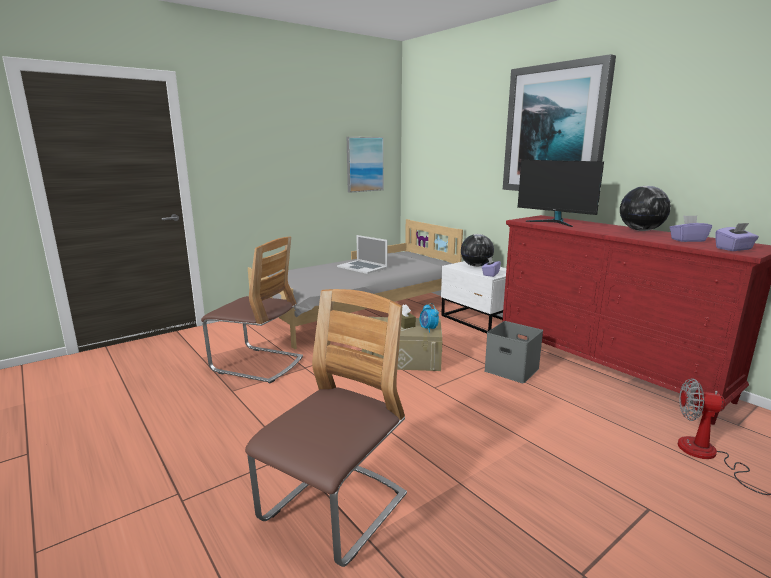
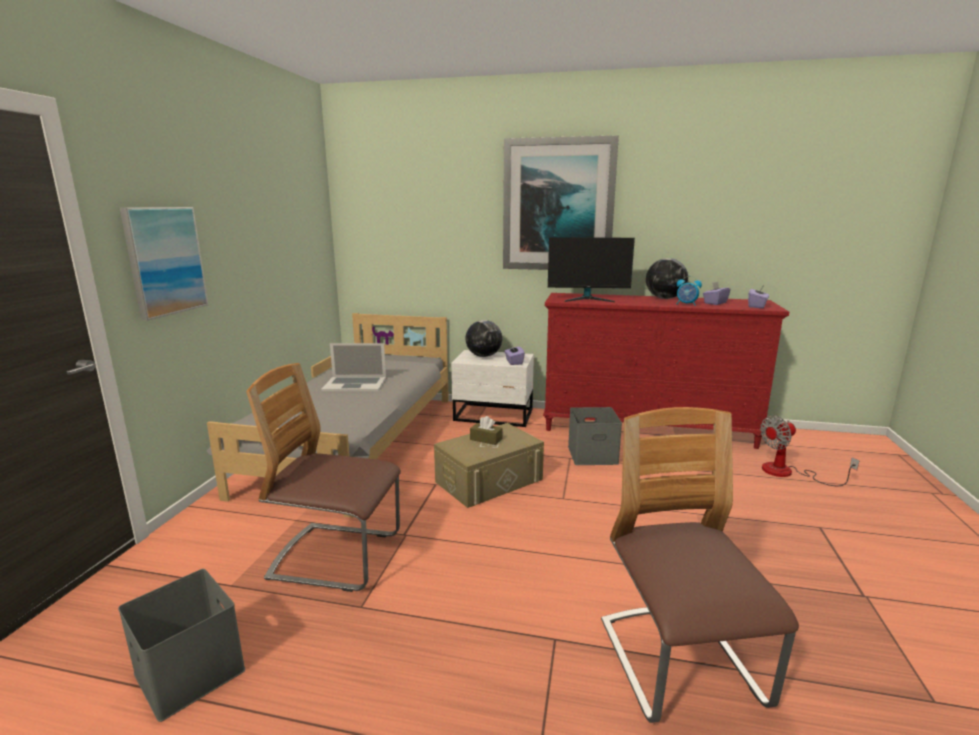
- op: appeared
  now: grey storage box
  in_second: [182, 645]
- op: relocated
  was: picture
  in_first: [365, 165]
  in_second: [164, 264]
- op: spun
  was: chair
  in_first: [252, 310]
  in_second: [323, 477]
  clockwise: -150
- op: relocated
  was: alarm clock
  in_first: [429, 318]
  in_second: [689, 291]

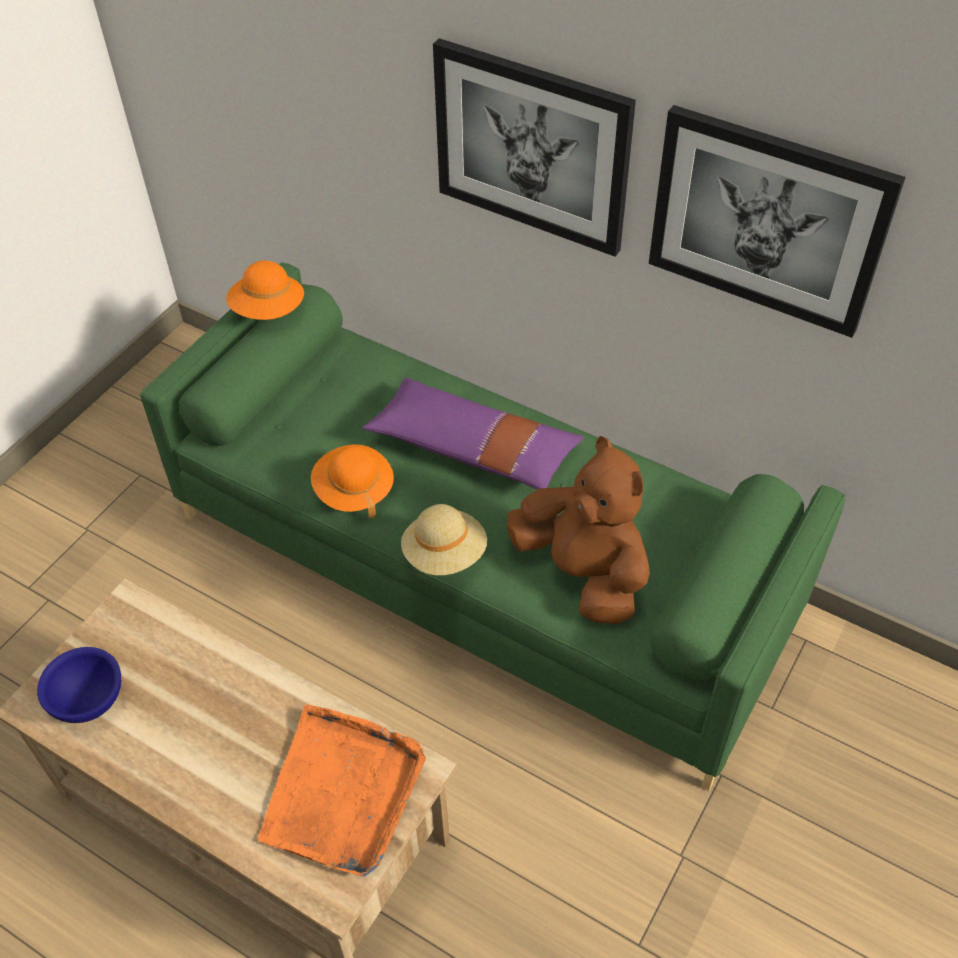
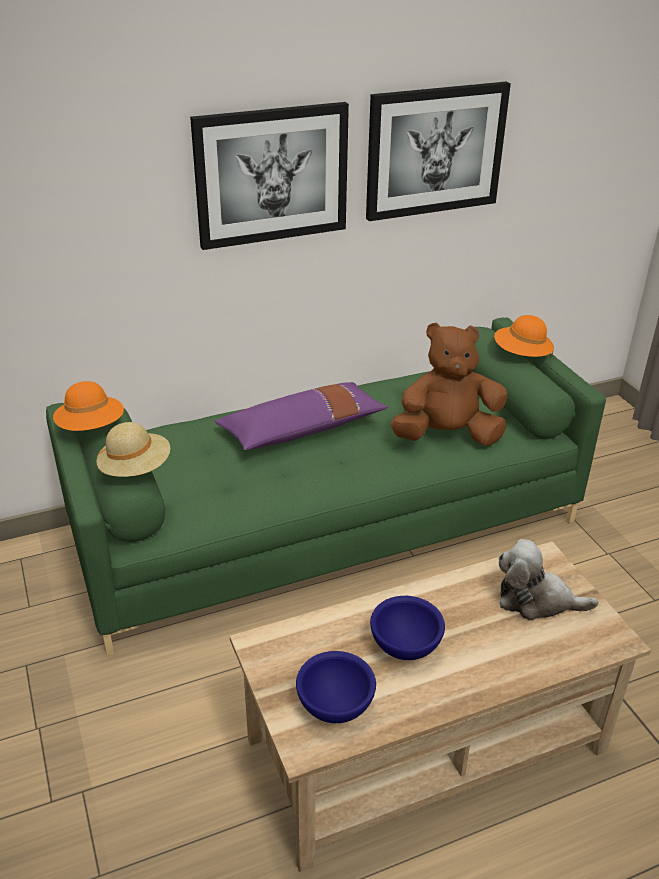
- op: relocated
  was: beige hat
  in_first: [444, 539]
  in_second: [133, 449]
- op: appeared
  now: blue bowl
  in_second: [407, 628]
- op: relocated
  was: orange hat
  in_first: [352, 481]
  in_second: [524, 336]
- op: exchanged
  was: orange tray
  now: plush toy
  in_first: [341, 790]
  in_second: [548, 579]

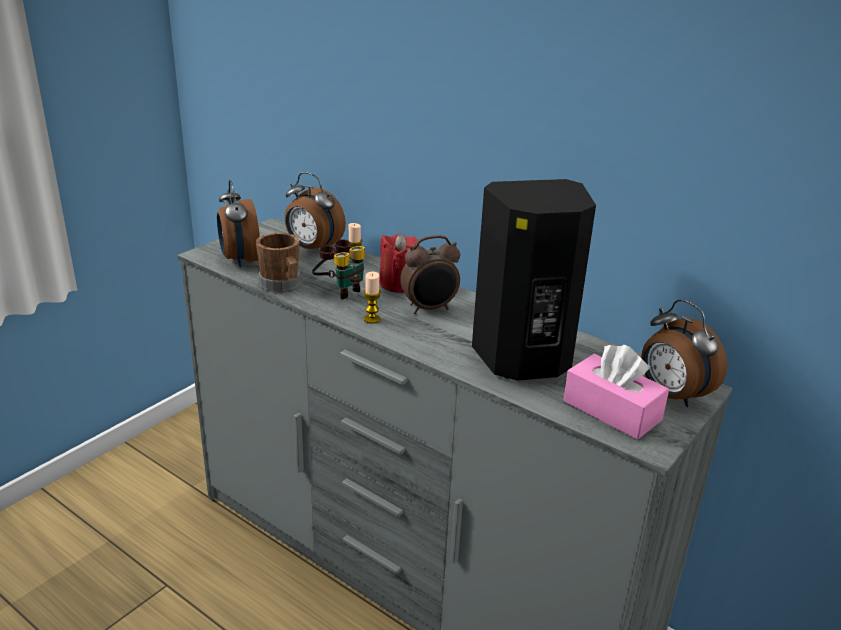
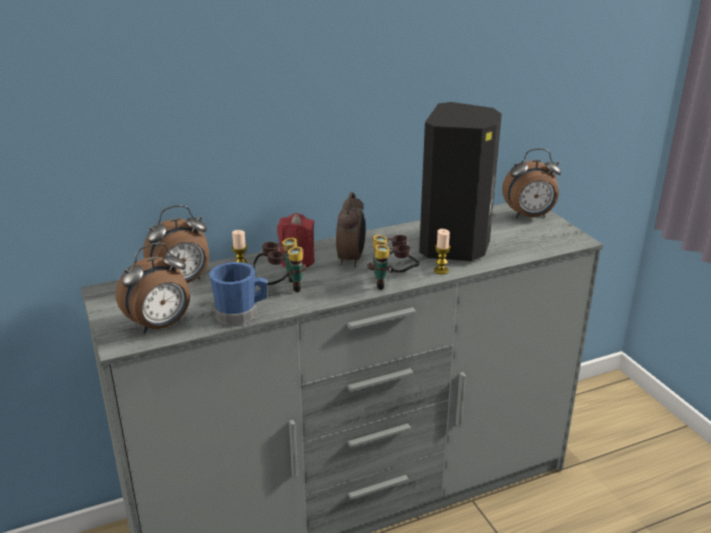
- op: spun
  was: alarm clock
  in_first: [238, 223]
  in_second: [153, 287]
  clockwise: -45
- op: colour
  was: brown mug
  now: blue mug
  in_first: [278, 262]
  in_second: [238, 293]
- op: appeared
  now: binoculars
  in_second: [394, 262]
- op: relocated
  was: candle
  in_first: [372, 298]
  in_second: [442, 252]
- op: missing
  was: pink tissue box
  in_first: [616, 392]

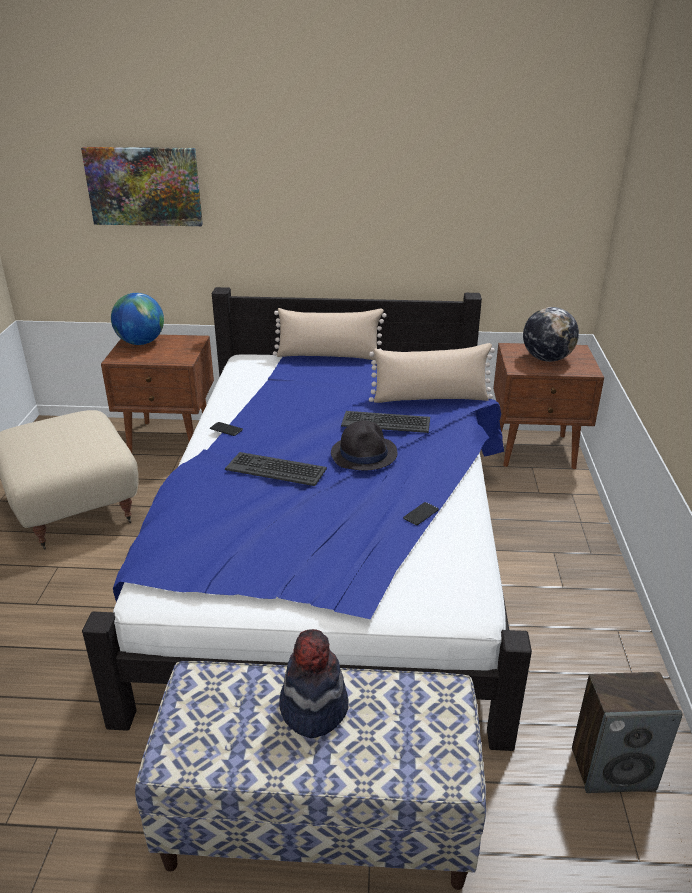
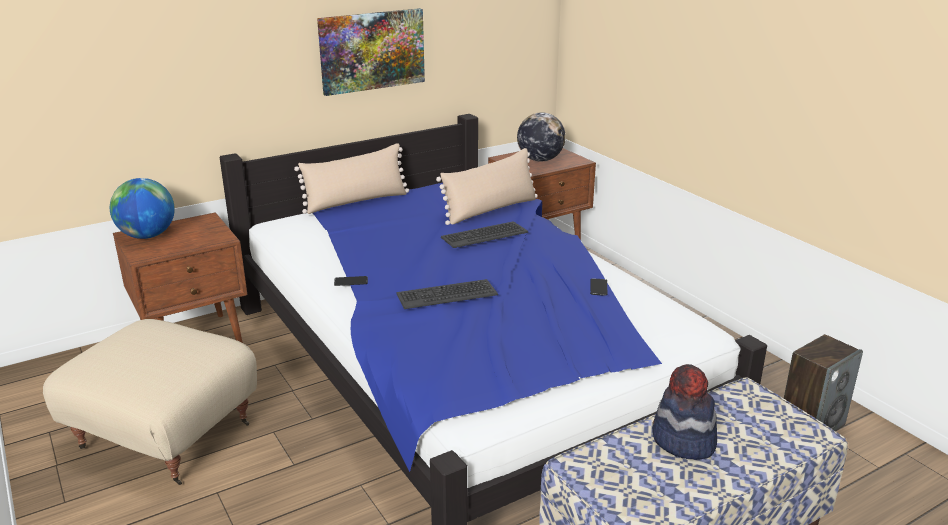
- op: relocated
  was: picture
  in_first: [142, 186]
  in_second: [371, 52]
- op: missing
  was: black hat
  in_first: [364, 445]

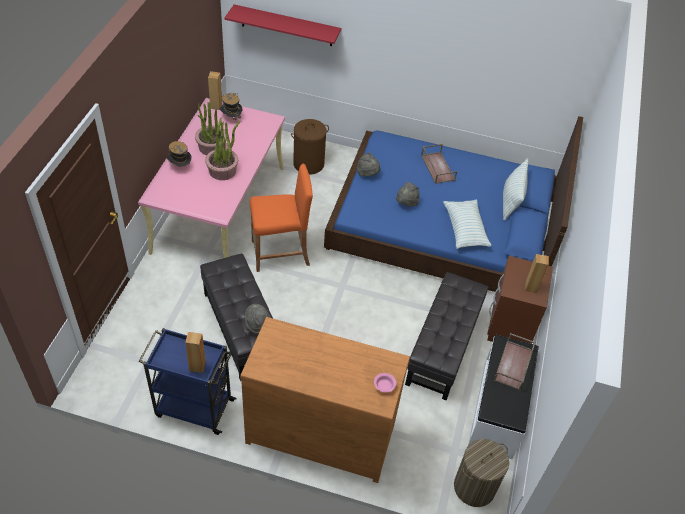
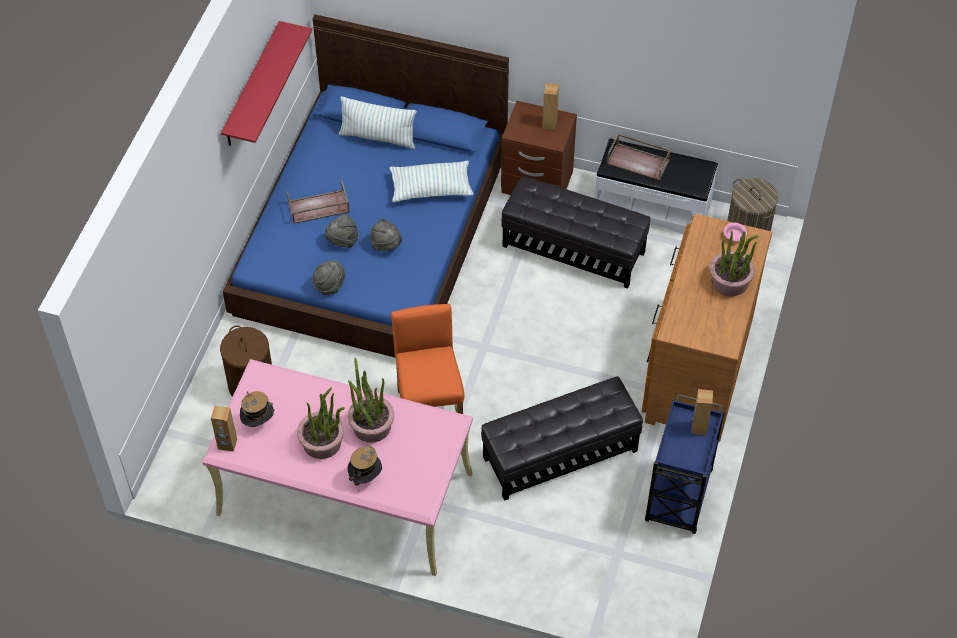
- op: relocated
  was: red shelf
  in_first: [282, 25]
  in_second: [266, 83]
- op: relocated
  was: grey hat
  in_first: [258, 319]
  in_second: [342, 231]
- op: appeared
  now: potted plant
  in_second: [733, 263]

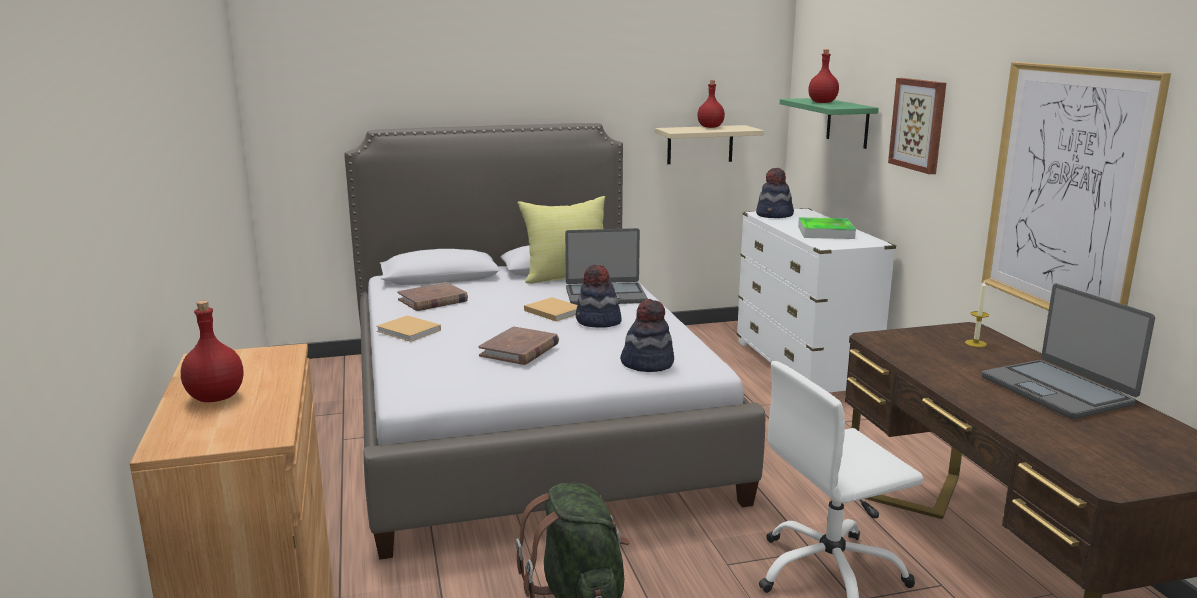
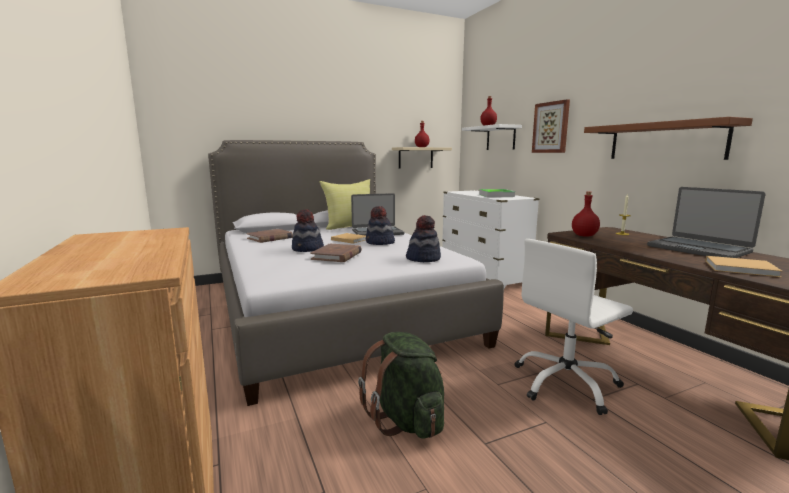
- op: relocated
  was: hat
  in_first: [775, 193]
  in_second: [308, 231]
- op: colour
  was: green shelf
  now: white shelf
  in_first: [829, 123]
  in_second: [492, 137]
- op: relocated
  was: red bottle
  in_first: [212, 351]
  in_second: [586, 214]
- op: exchanged
  was: picture
  now: brown shelf
  in_first: [1076, 186]
  in_second: [668, 138]
- op: relocated
  was: beige book
  in_first: [408, 328]
  in_second: [744, 266]

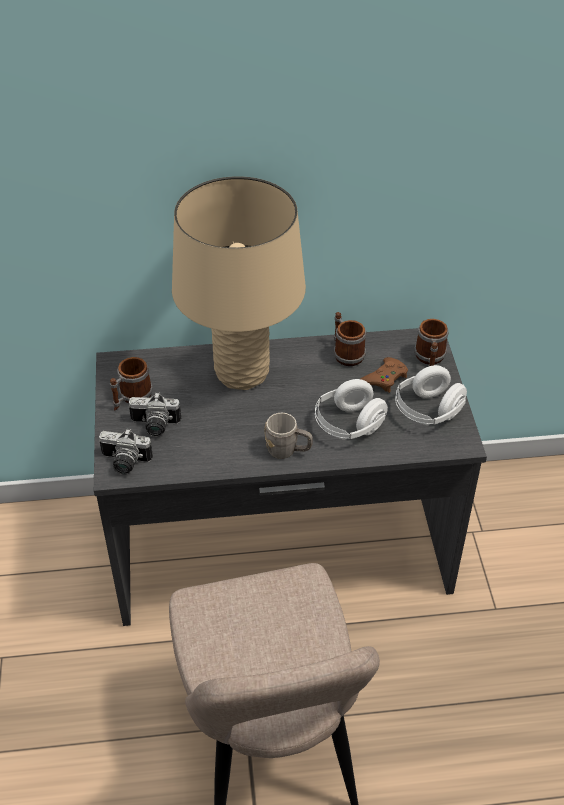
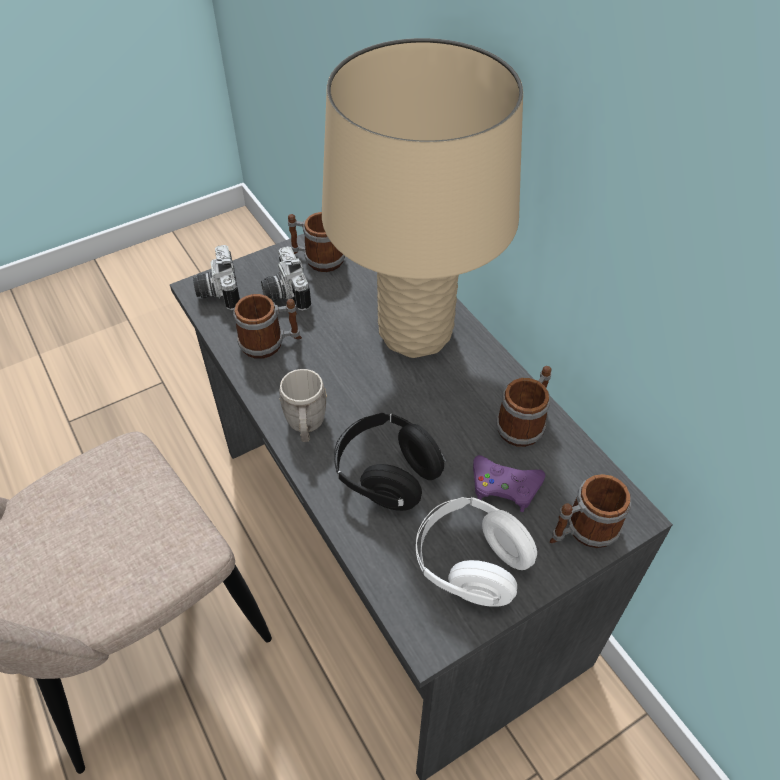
- op: appeared
  now: mug
  in_second: [267, 326]
- op: colour
  was: white headphones
  now: black headphones
  in_first: [351, 409]
  in_second: [390, 462]
- op: colour
  was: brown game controller
  now: purple game controller
  in_first: [384, 375]
  in_second: [509, 483]

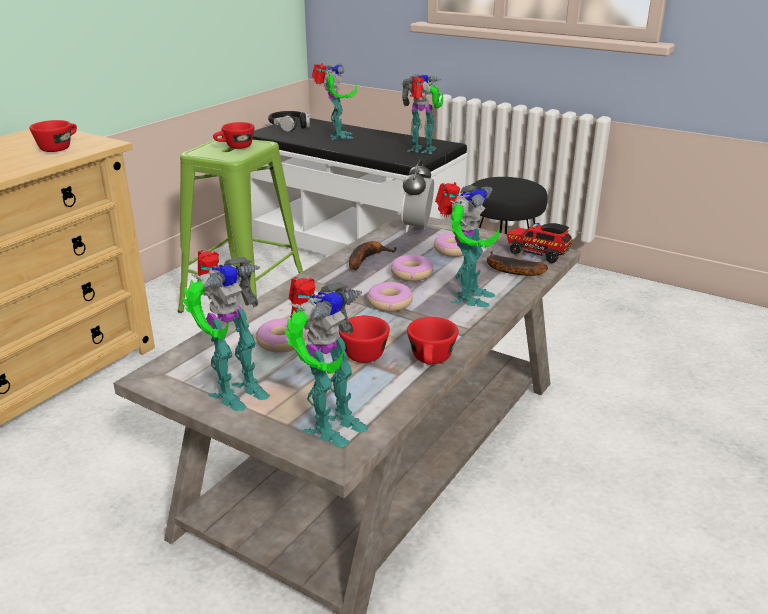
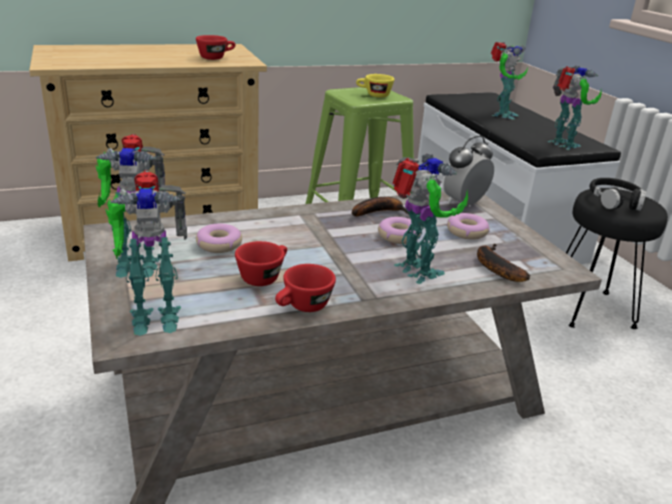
- op: colour
  was: red cup
  now: yellow cup
  in_first: [233, 135]
  in_second: [375, 85]
- op: spun
  was: toy robot
  in_first: [467, 245]
  in_second: [430, 219]
  clockwise: -90
- op: relocated
  was: black headphones
  in_first: [289, 121]
  in_second: [617, 194]
- op: missing
  was: donut
  in_first: [389, 297]
- op: missing
  was: toy truck
  in_first: [539, 243]

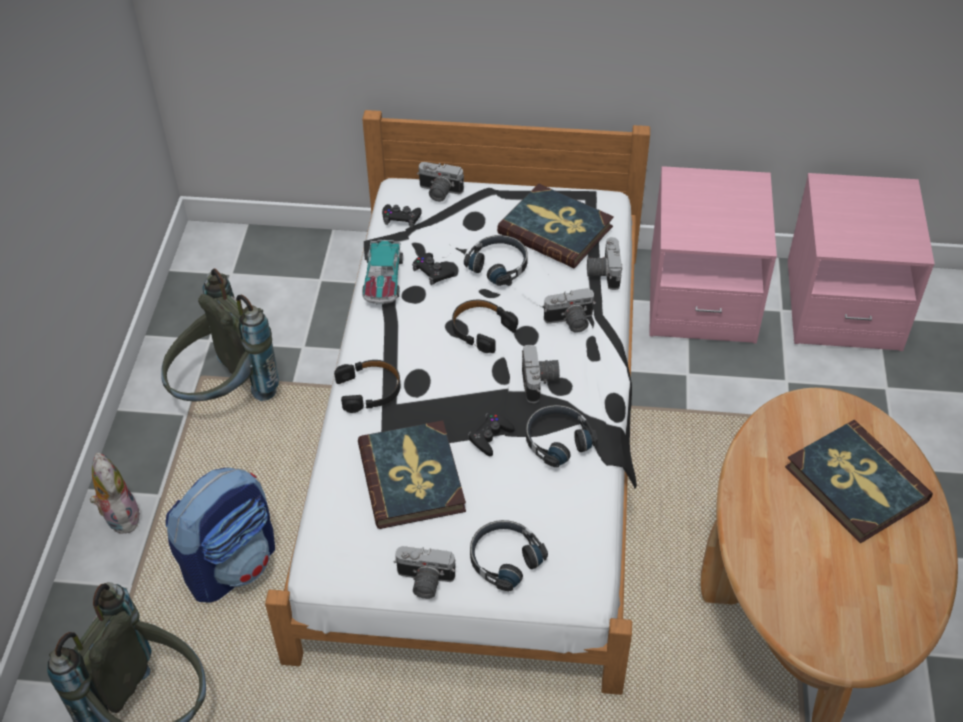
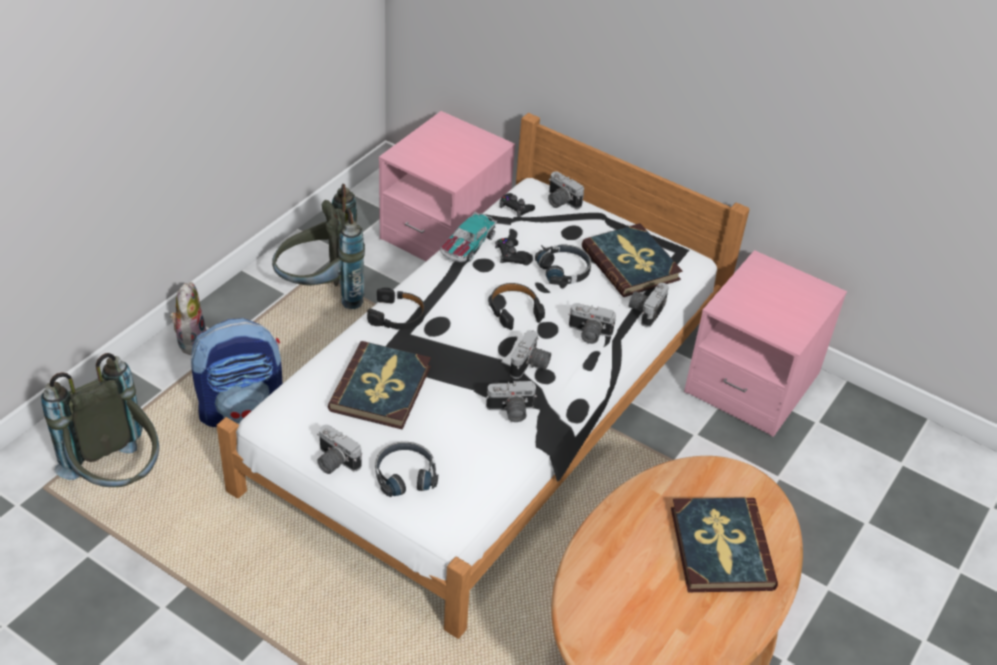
- op: relocated
  was: pink nightstand
  in_first: [861, 262]
  in_second: [447, 186]
- op: exchanged
  was: black headphones
  now: photo camera
  in_first: [562, 436]
  in_second: [511, 401]
- op: missing
  was: black game controller
  in_first: [491, 434]

